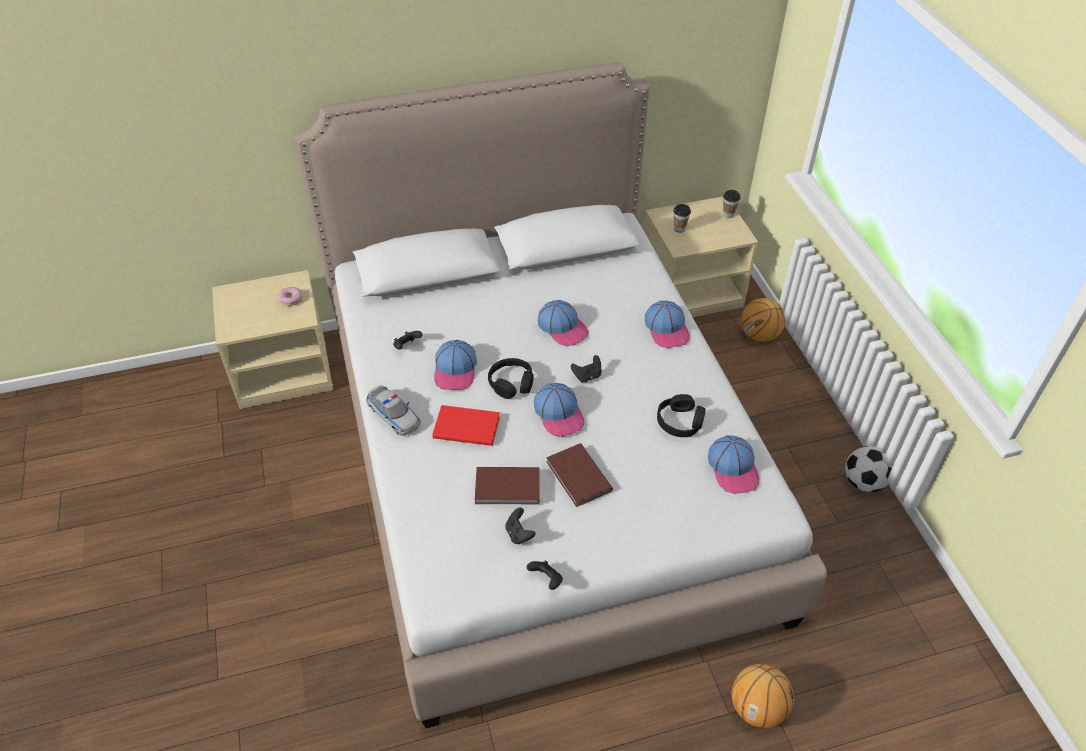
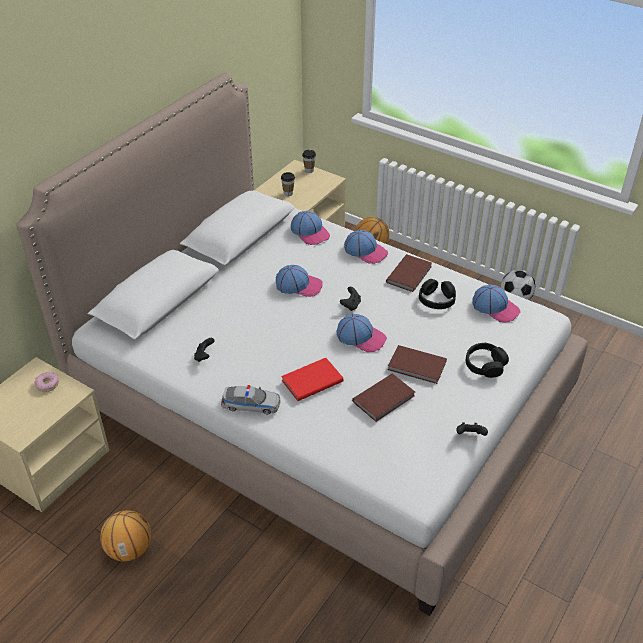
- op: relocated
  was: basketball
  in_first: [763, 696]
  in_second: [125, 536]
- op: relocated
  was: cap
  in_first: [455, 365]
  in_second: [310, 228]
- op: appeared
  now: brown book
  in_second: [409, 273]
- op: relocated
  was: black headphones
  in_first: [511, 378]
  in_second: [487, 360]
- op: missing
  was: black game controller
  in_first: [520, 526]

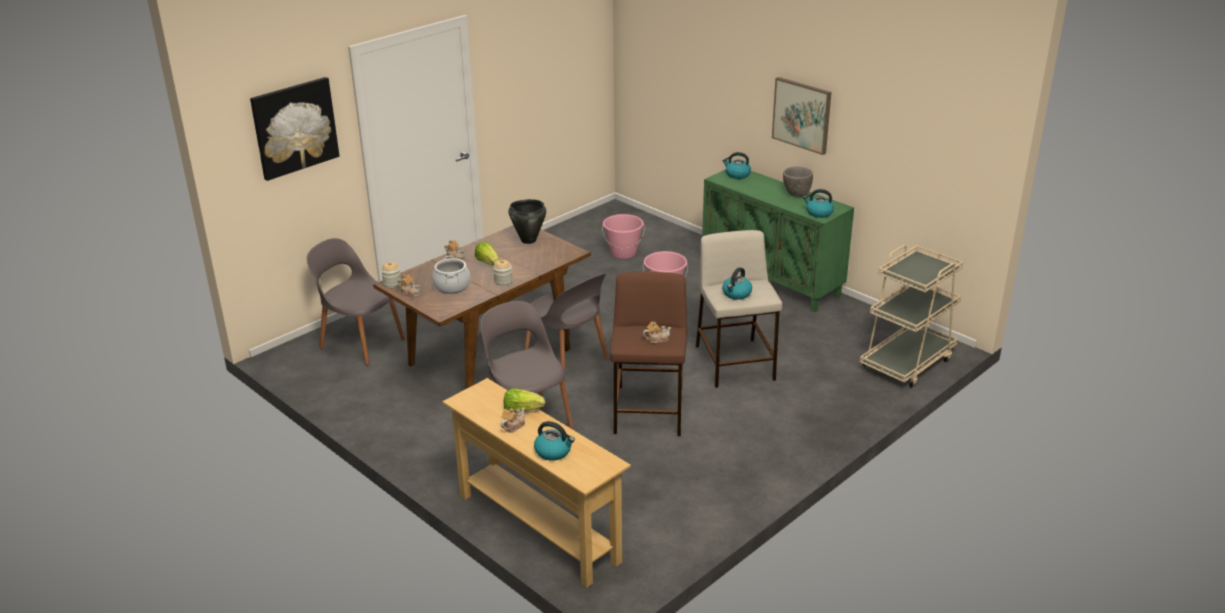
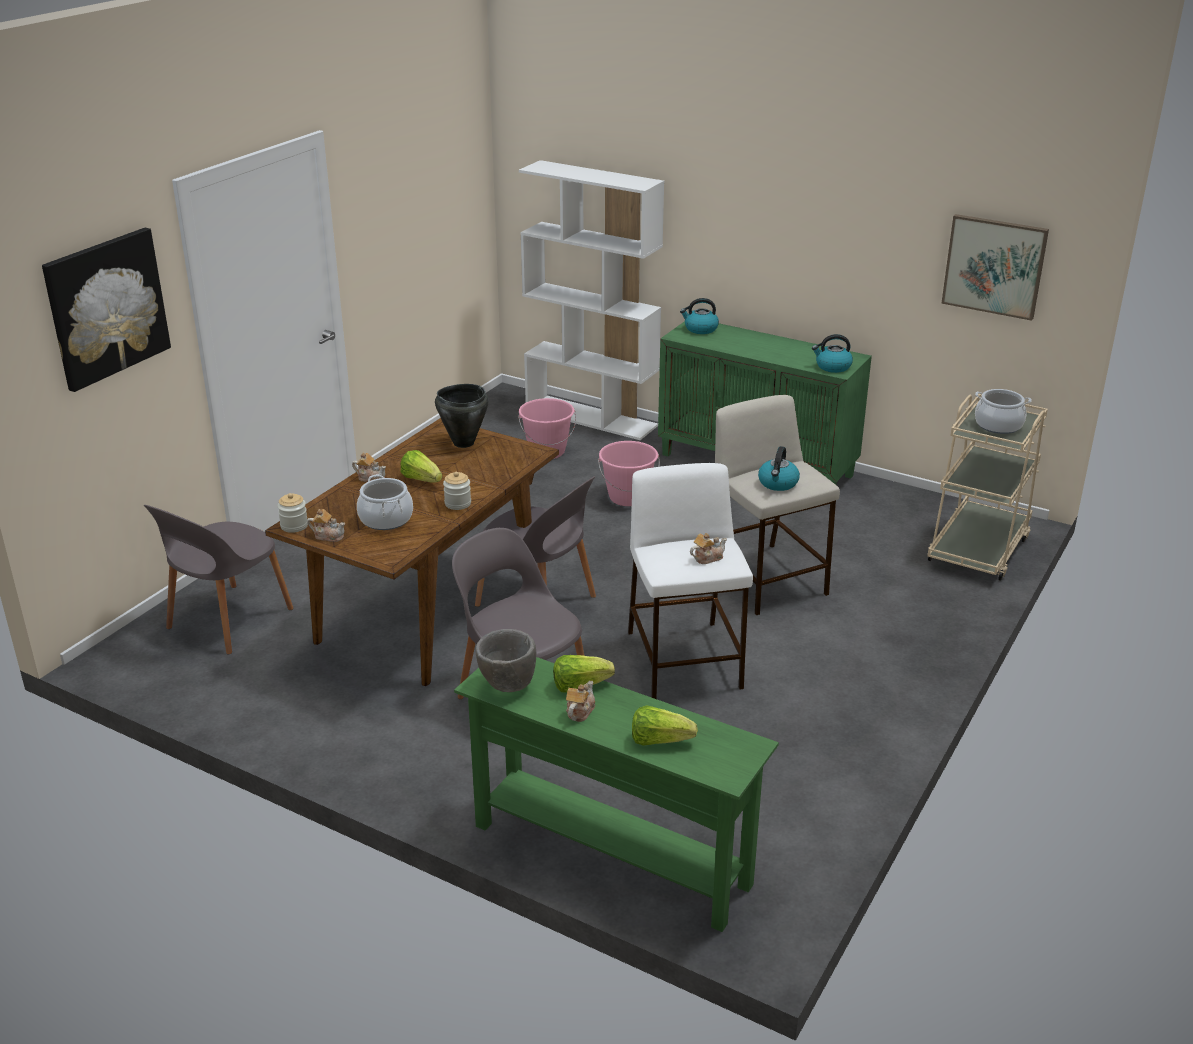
- op: spun
  was: grey chair
  in_first: [356, 301]
  in_second: [219, 579]
  clockwise: -75
- op: colour
  was: beige console table
  now: green console table
  in_first: [536, 483]
  in_second: [616, 794]
- op: relocated
  was: grey bowl
  in_first: [798, 182]
  in_second: [506, 660]
- op: appeared
  now: white bookcase
  in_second: [591, 300]
- op: colour
  was: brown stool
  now: white stool
  in_first: [648, 354]
  in_second: [690, 581]
- op: exchanged
  was: kettle
  now: lettuce
  in_first: [554, 441]
  in_second: [665, 726]
- op: relocated
  was: picture
  in_first: [801, 116]
  in_second: [995, 267]
- op: appeared
  now: cooking pot
  in_second: [1003, 411]

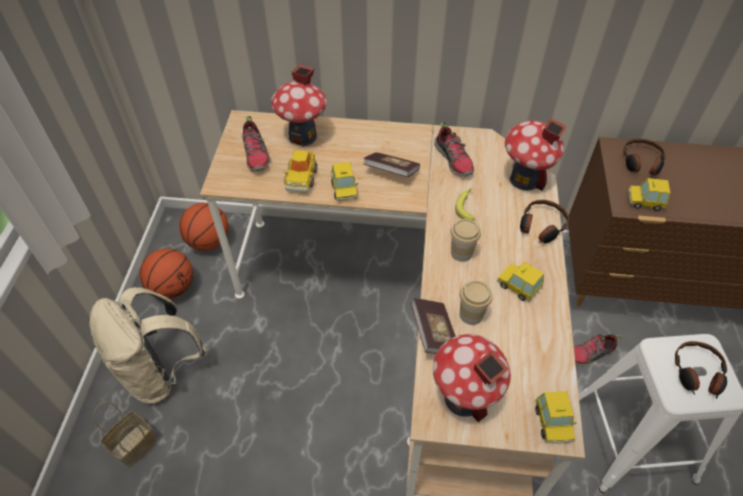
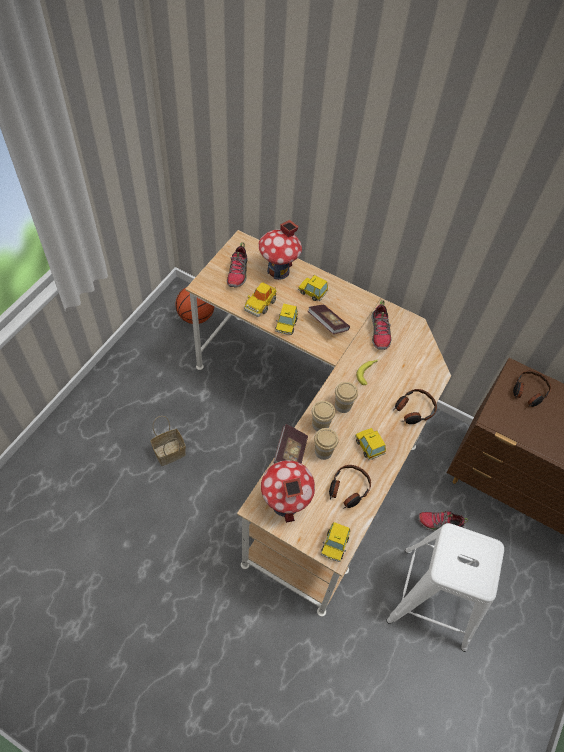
- op: relocated
  was: basket
  in_first: [125, 435]
  in_second: [168, 441]
- op: relocated
  was: toy car
  in_first: [649, 194]
  in_second: [313, 288]
- op: appeared
  now: cup
  in_second: [323, 416]
- op: relocated
  was: headphones
  in_first: [701, 370]
  in_second: [350, 487]
- op: missing
  was: beige backpack
  in_first: [147, 345]
- op: missing
  was: basketball
  in_first: [166, 274]
- op: missing
  was: toy house
  in_first: [536, 154]

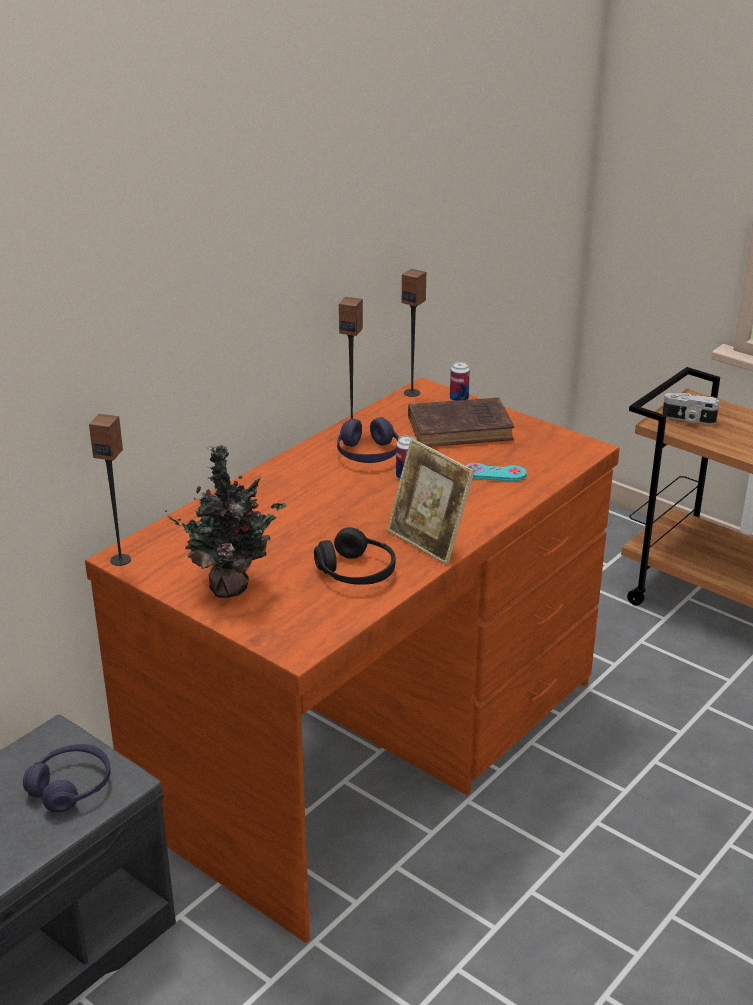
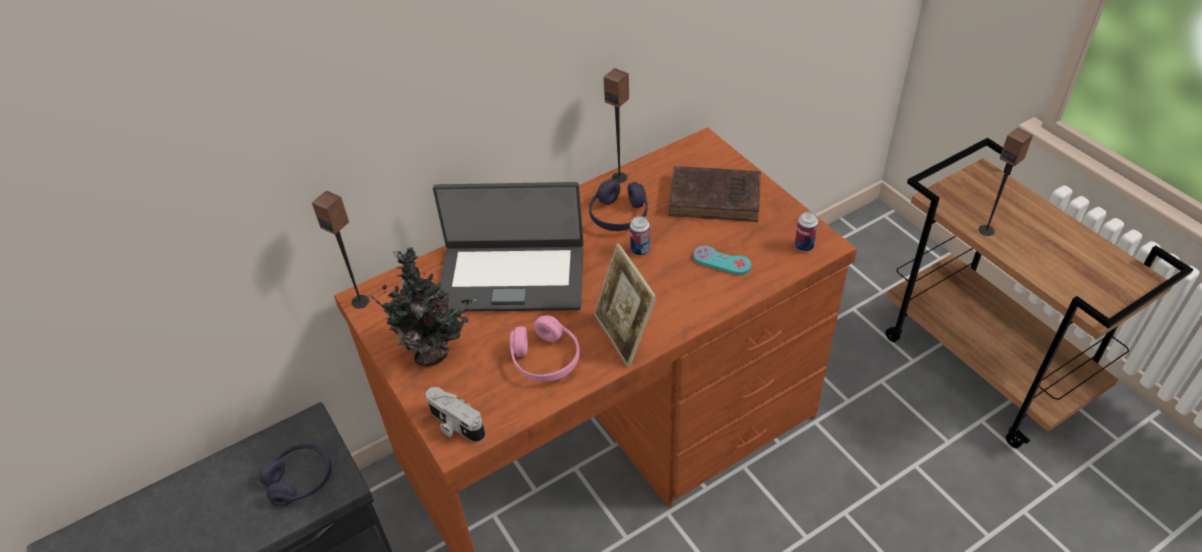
- op: relocated
  was: photo camera
  in_first: [690, 409]
  in_second: [455, 415]
- op: appeared
  now: laptop
  in_second: [508, 247]
- op: colour
  was: black headphones
  now: pink headphones
  in_first: [354, 556]
  in_second: [545, 348]
- op: relocated
  was: can
  in_first: [460, 381]
  in_second: [806, 232]
- op: relocated
  was: speaker
  in_first: [414, 333]
  in_second: [1005, 182]

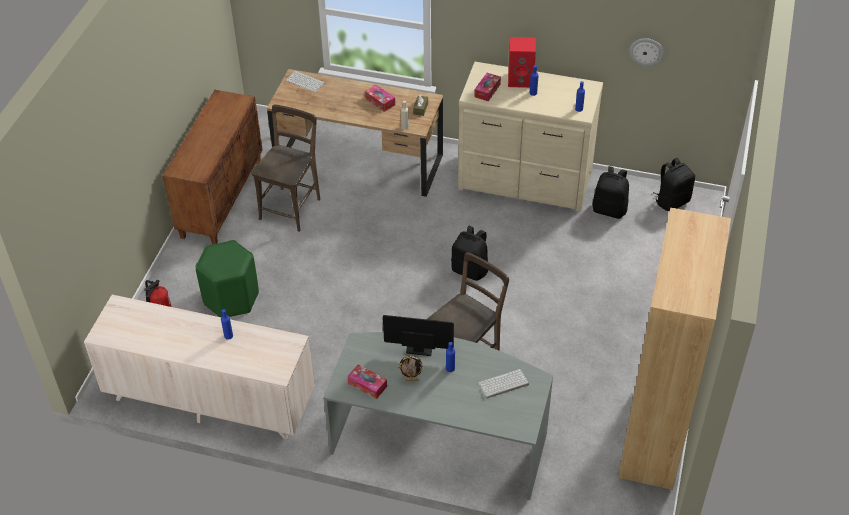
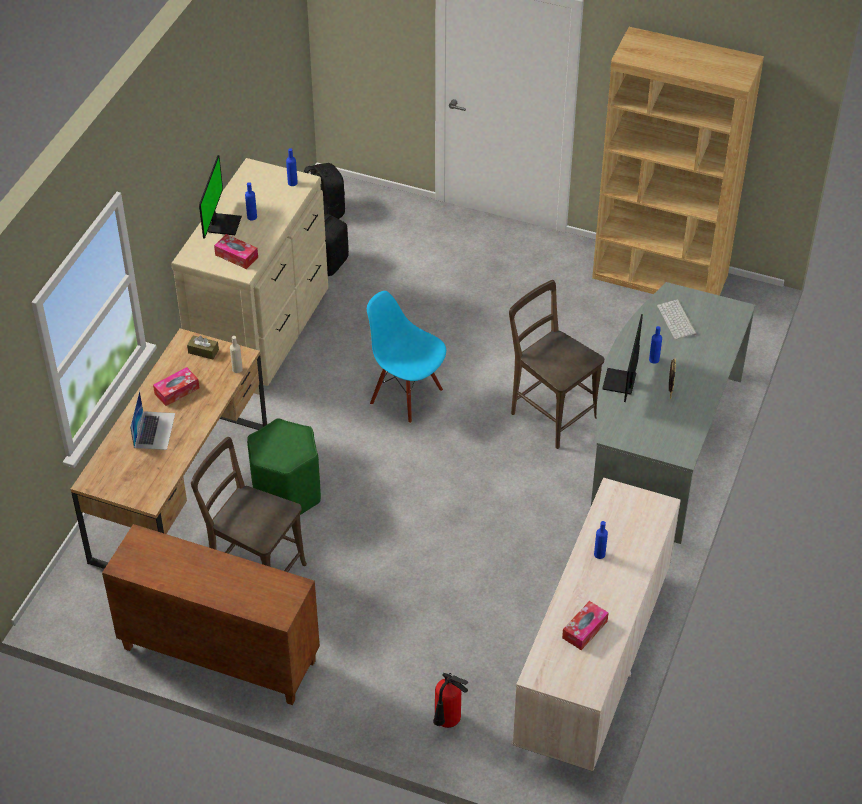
- op: appeared
  now: laptop
  in_second: [152, 420]
- op: exchanged
  was: red speaker
  now: monitor
  in_first: [522, 62]
  in_second: [220, 197]
- op: relocated
  was: green stool
  in_first: [227, 278]
  in_second: [284, 467]
- op: exchanged
  was: black backpack
  now: blue chair
  in_first: [469, 253]
  in_second: [406, 357]
- op: relocated
  was: tissue box
  in_first: [367, 381]
  in_second: [585, 625]
- op: missing
  was: keyboard
  in_first: [305, 81]
- op: missing
  was: wall clock
  in_first: [646, 52]

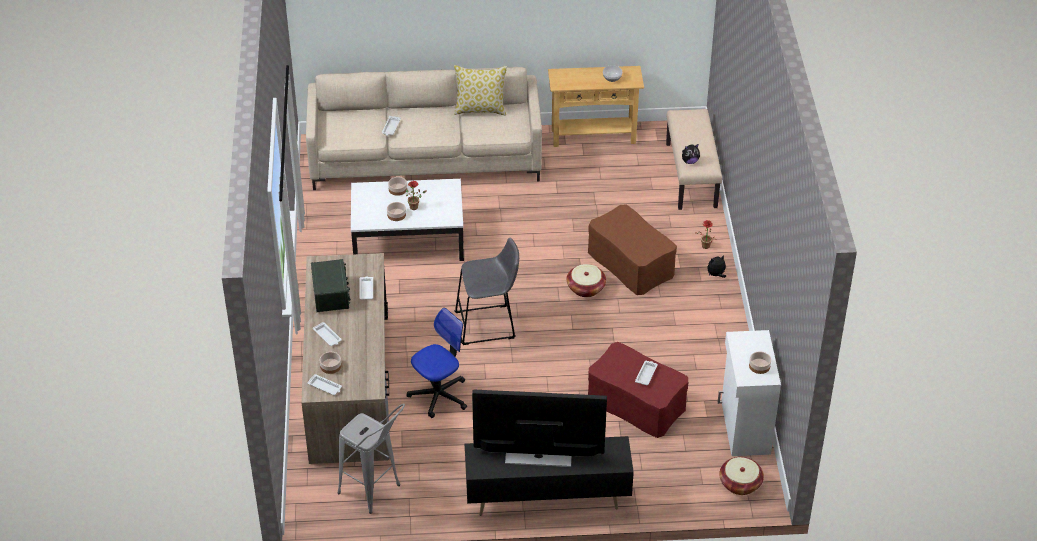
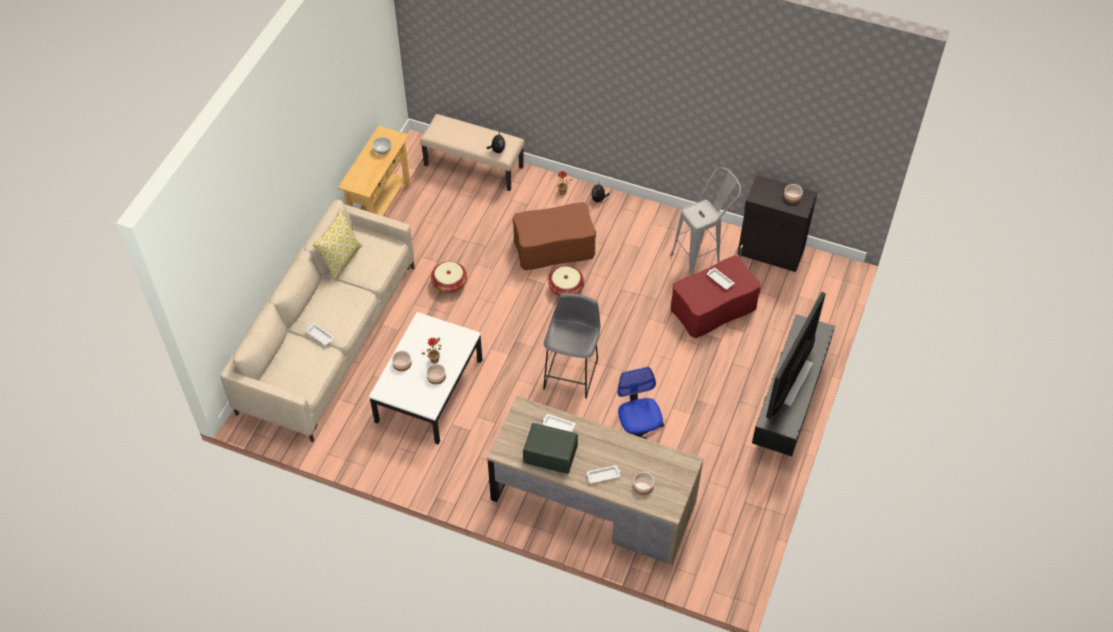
- op: relocated
  was: basket
  in_first: [741, 476]
  in_second: [449, 277]
- op: relocated
  was: grey stool
  in_first: [371, 458]
  in_second: [706, 221]
- op: colour
  was: white cabinet
  now: black cabinet
  in_first: [749, 393]
  in_second: [777, 223]
- op: missing
  was: white tray
  in_first: [324, 384]

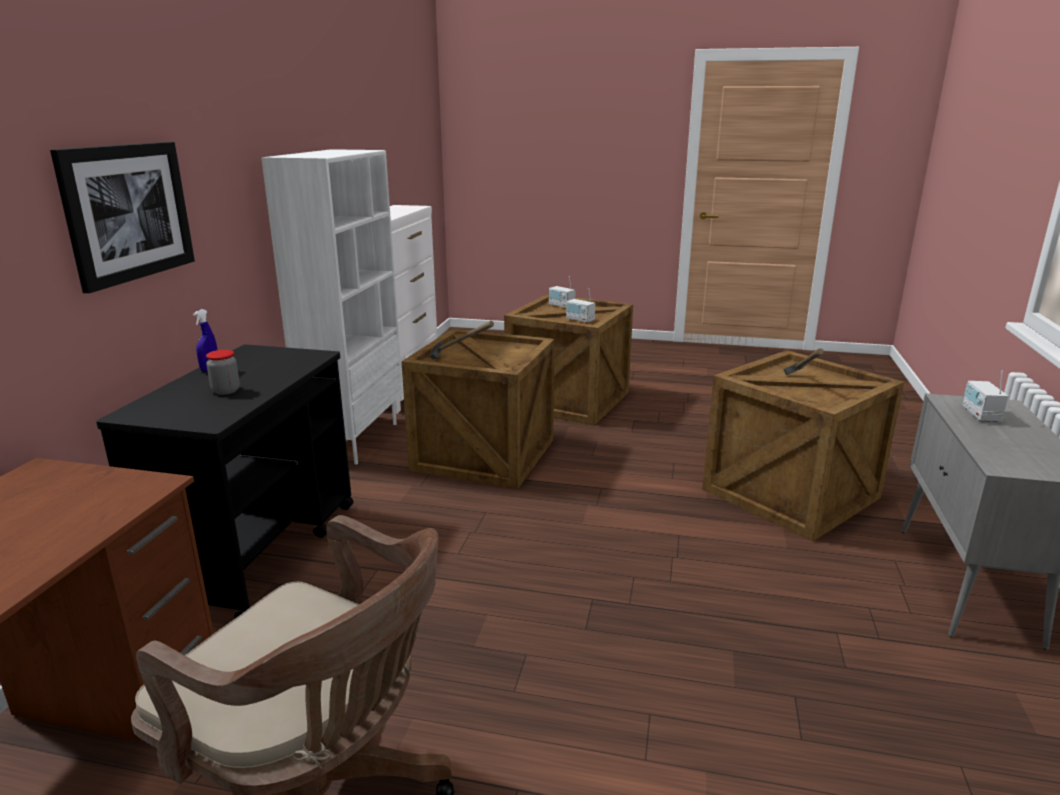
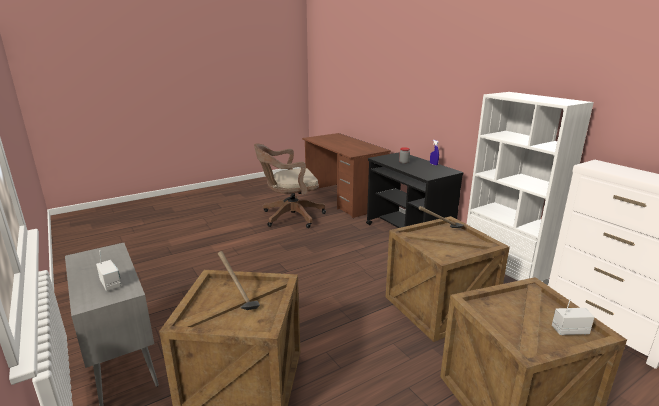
- op: missing
  was: picture
  in_first: [122, 217]
- op: missing
  was: radio
  in_first: [580, 305]

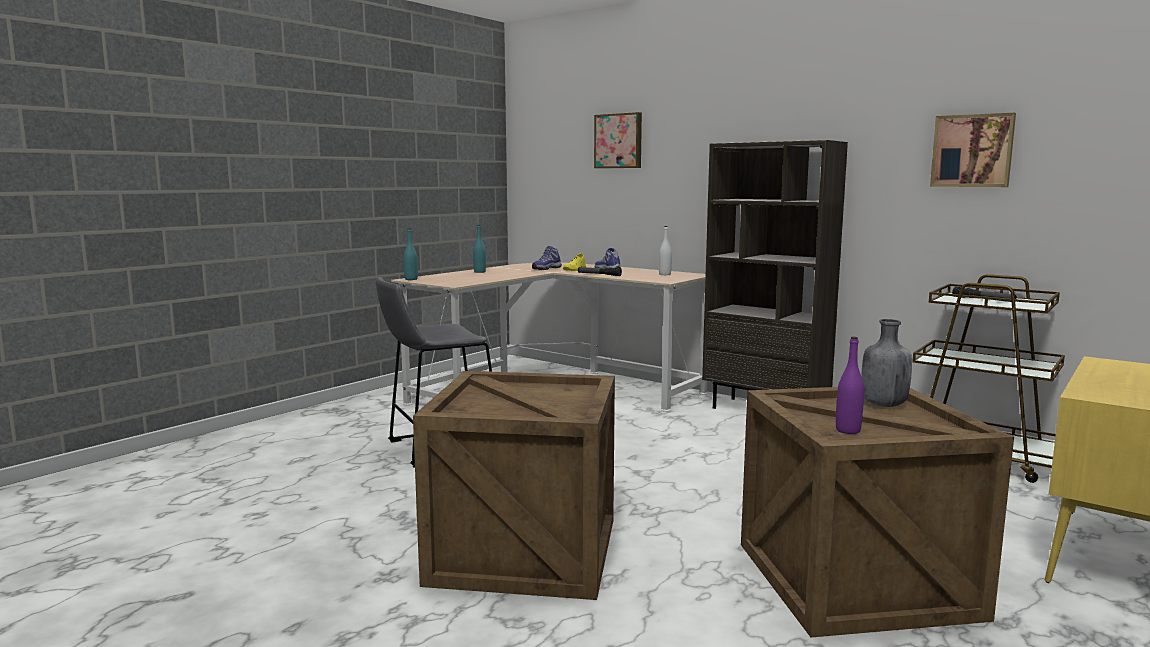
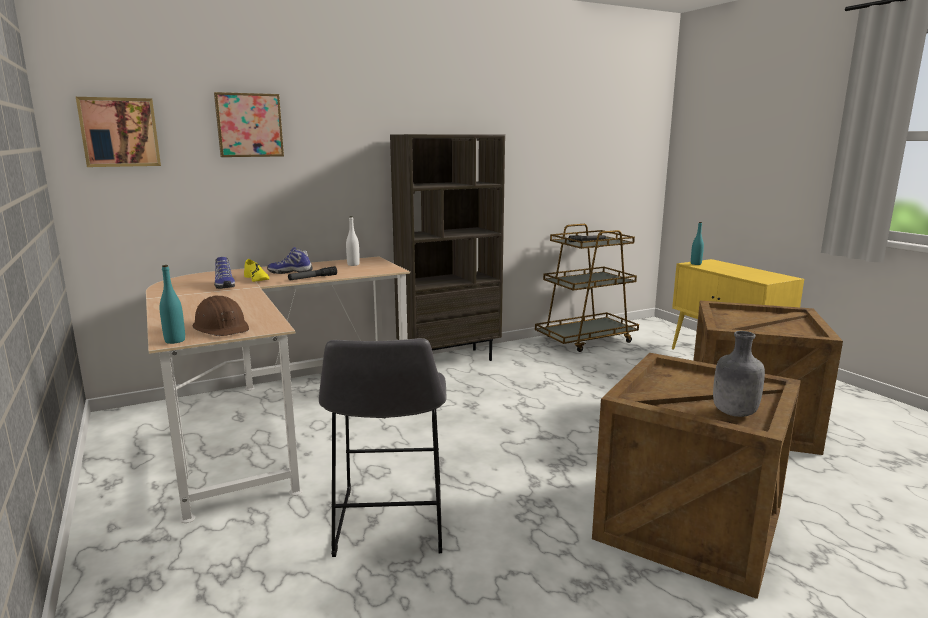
- op: relocated
  was: picture
  in_first: [973, 150]
  in_second: [118, 132]
- op: appeared
  now: brown hard hat
  in_second: [221, 315]
- op: relocated
  was: turquoise bottle
  in_first: [479, 249]
  in_second: [697, 243]
- op: relocated
  was: grey bottle
  in_first: [886, 363]
  in_second: [739, 374]
- op: missing
  was: purple bottle
  in_first: [850, 385]

